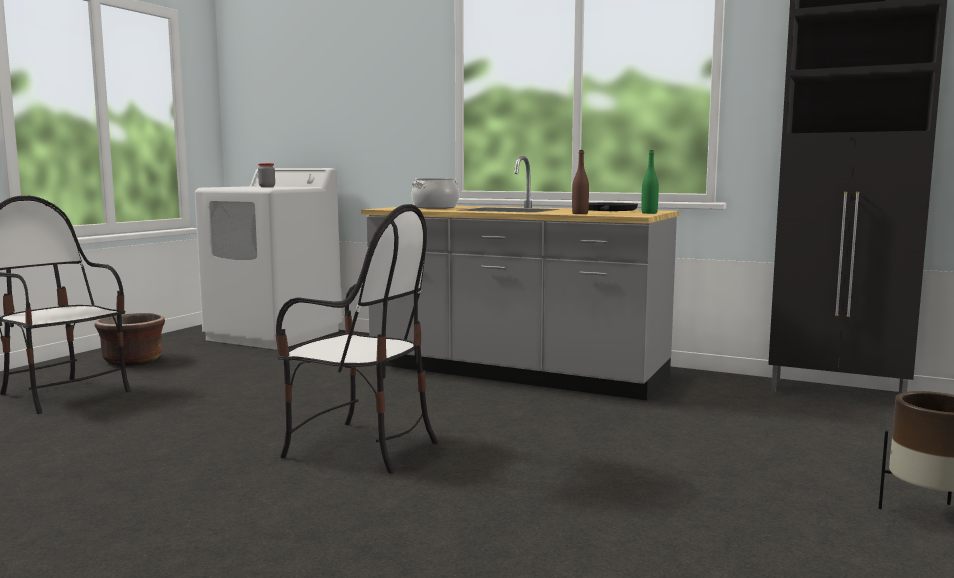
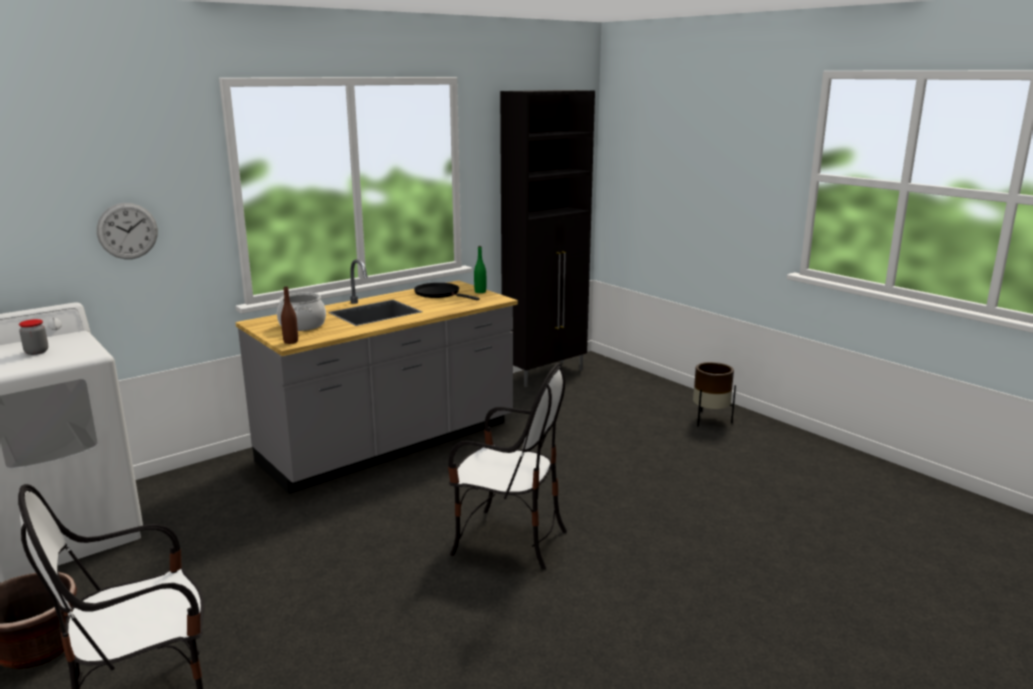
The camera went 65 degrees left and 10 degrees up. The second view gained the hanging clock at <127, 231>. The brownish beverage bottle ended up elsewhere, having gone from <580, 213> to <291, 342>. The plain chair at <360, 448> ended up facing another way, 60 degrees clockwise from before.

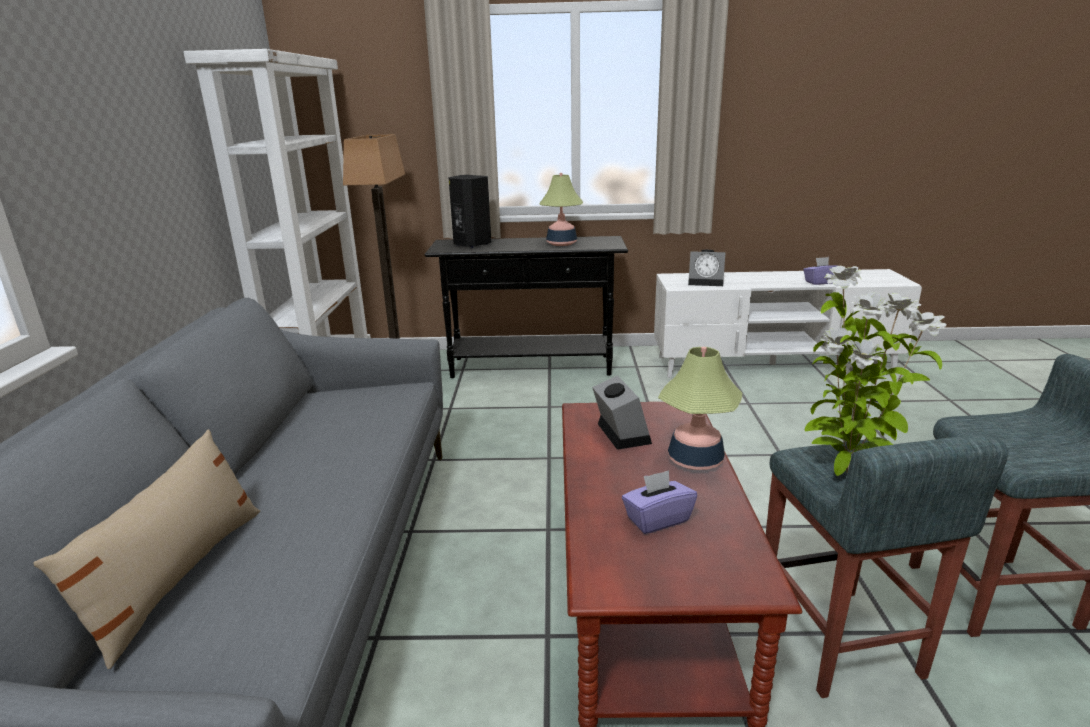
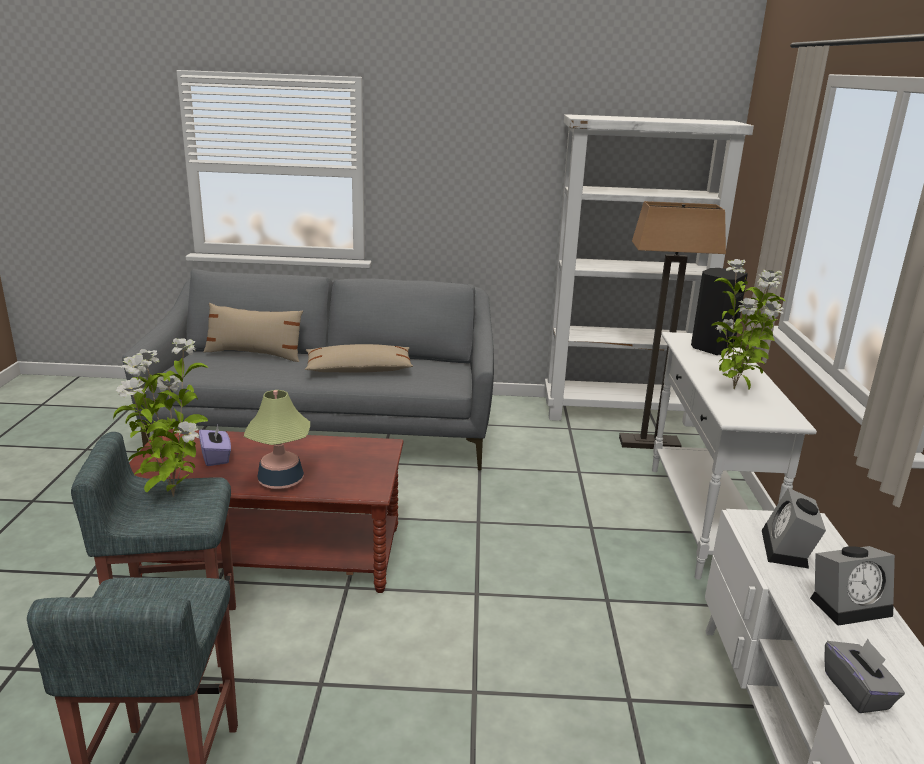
The camera went 90 degrees right and 0 degrees up. The second view gained the sand-coloured pillow at <359, 369>. What was the blackish console table at <532, 367> turned into the white-coloured console table at <703, 520>. Where the tabletop lamp stood at <561, 243>, the plant in a pot came to stand at <735, 389>. The table clock ended up elsewhere, having gone from <620, 433> to <850, 604>. What was the purple-coloured tissue box at <820, 282> turned into the greyish tissue box at <857, 691>.

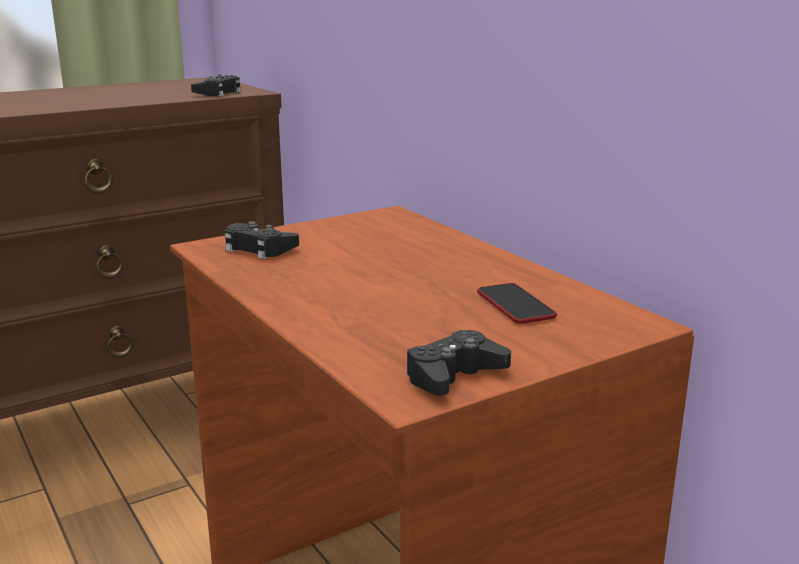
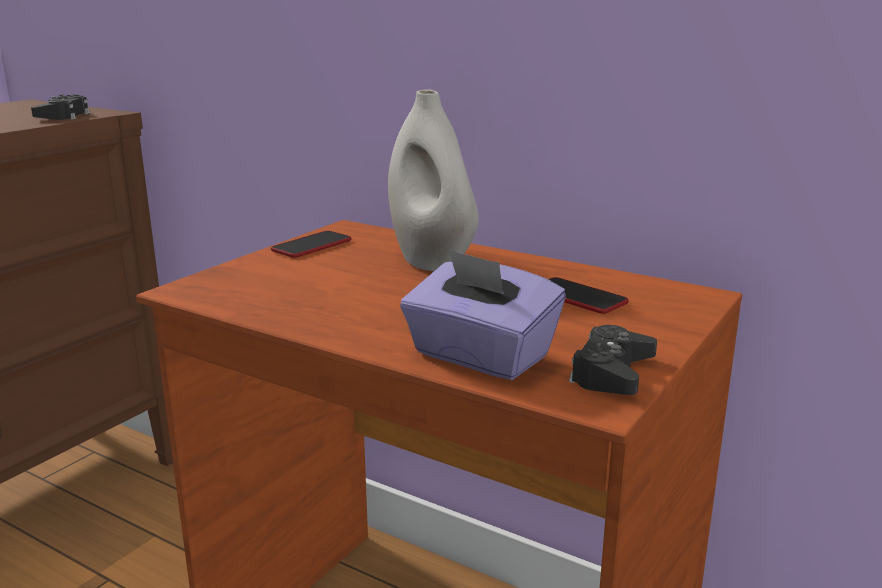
The camera went 25 degrees left and 0 degrees up. The second view gained the handset at <312, 246>. The second view gained the white-coloured flower vase at <432, 260>. The second view gained the purple-coloured tissue box at <479, 357>. The second view lost the blackish gamepad at <259, 248>.

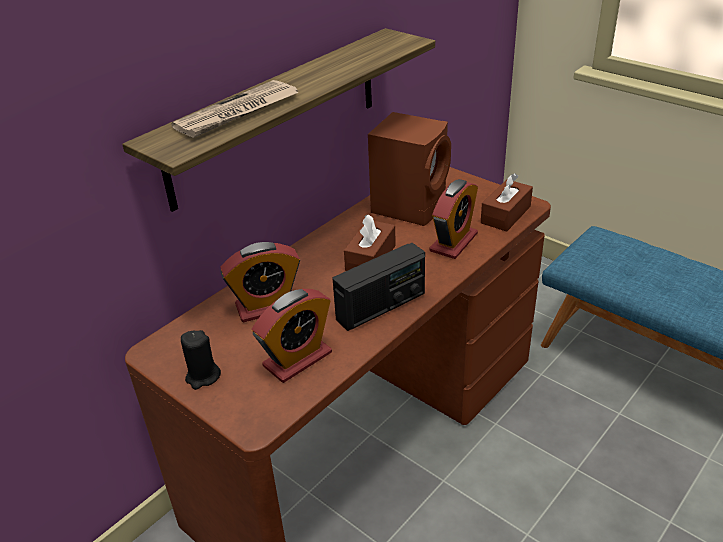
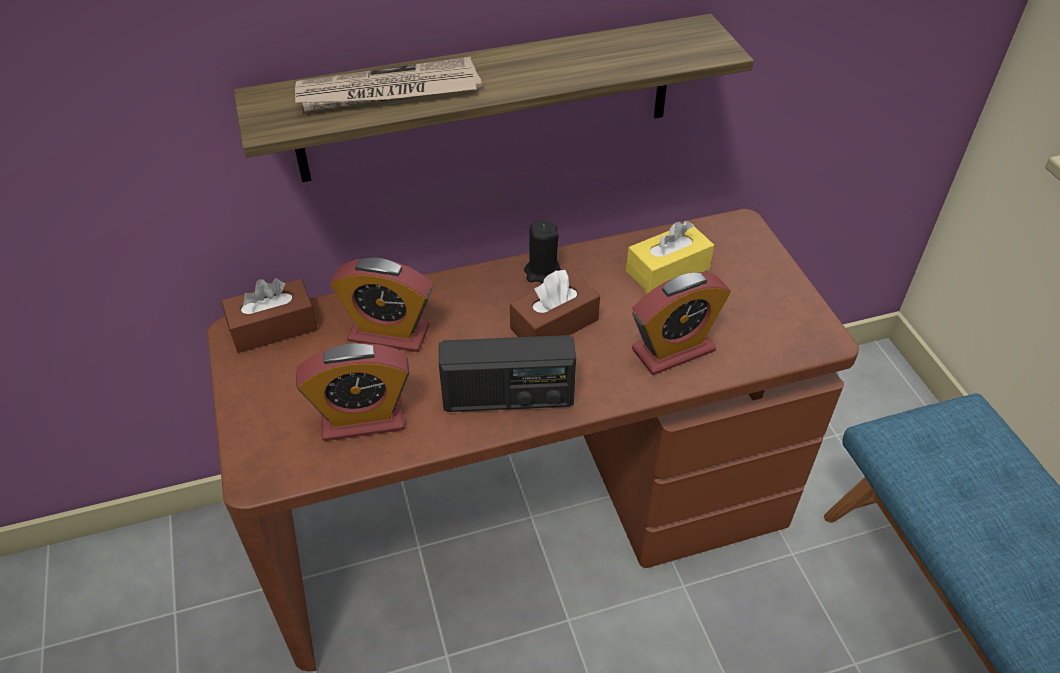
The camera went 30 degrees right and 10 degrees up. The brownish tissue box ended up elsewhere, having gone from <505, 215> to <273, 327>. The blackish wax candle ended up elsewhere, having gone from <203, 376> to <542, 272>. Where the brownish speaker stood at <410, 206>, the yellow tissue box came to stand at <667, 270>.

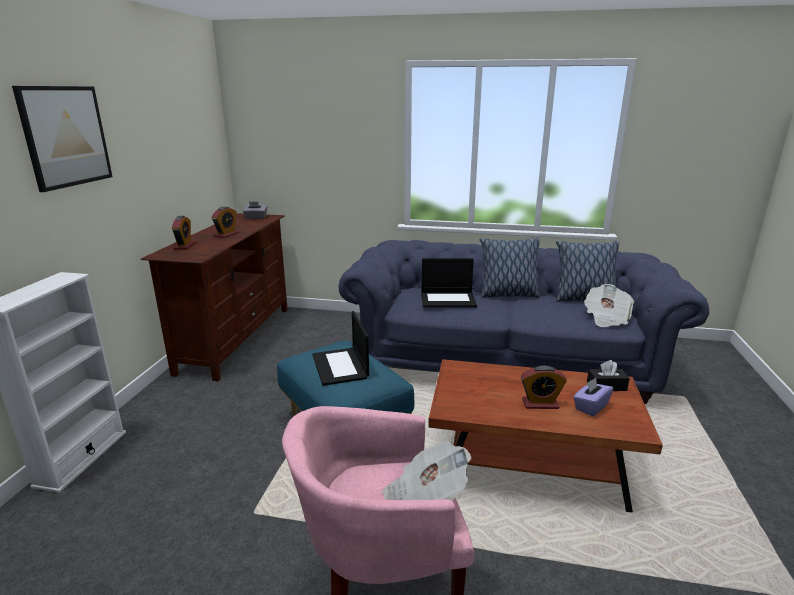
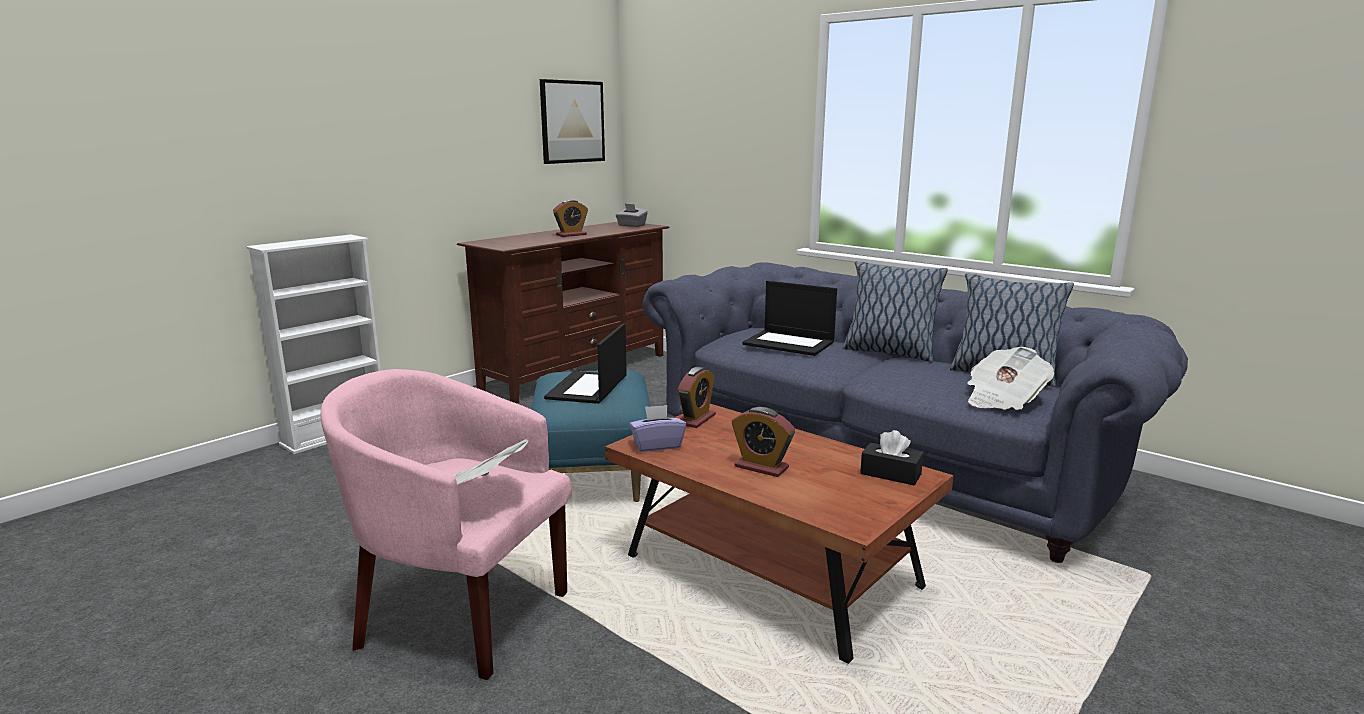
The camera went 30 degrees right and 5 degrees down. The wall art ended up elsewhere, having gone from <65, 136> to <572, 122>. The purple-coloured tissue box ended up elsewhere, having gone from <590, 407> to <657, 445>. The table clock ended up elsewhere, having gone from <184, 246> to <696, 419>.

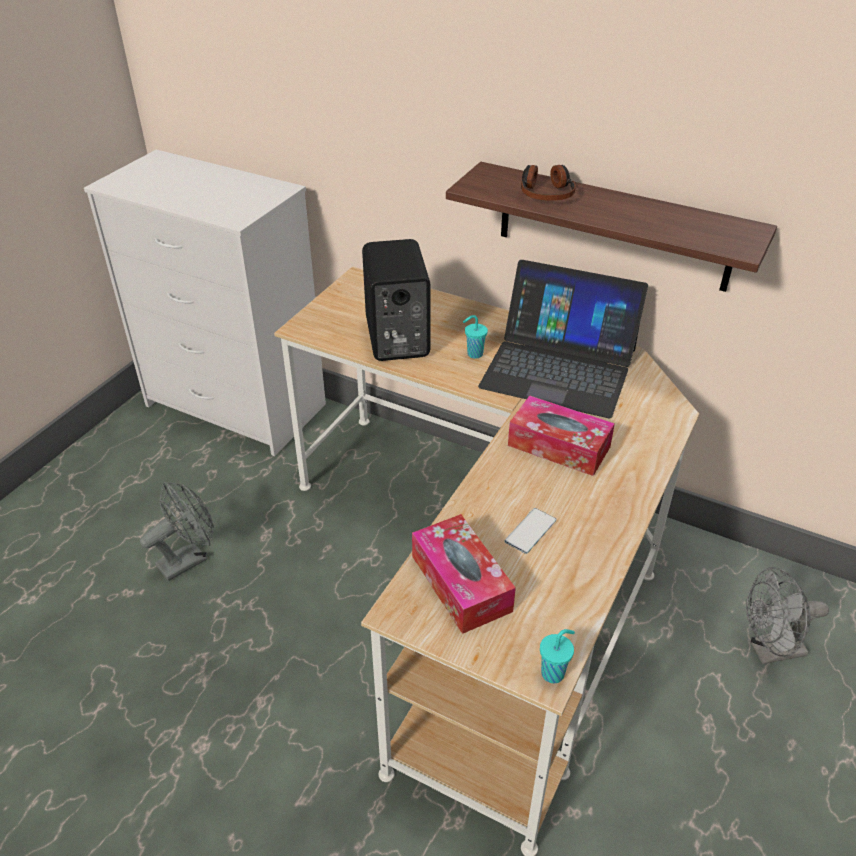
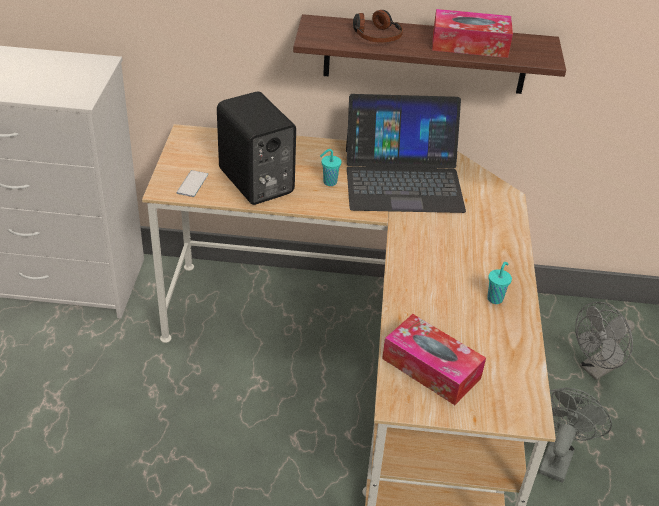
The camera went 25 degrees left and 0 degrees up. The handset ended up elsewhere, having gone from <530, 531> to <192, 184>. The tissue box ended up elsewhere, having gone from <559, 446> to <469, 45>. The turquoise drinking cup ended up elsewhere, having gone from <554, 673> to <495, 298>. The greyish cooling fan ended up elsewhere, having gone from <188, 559> to <557, 457>.

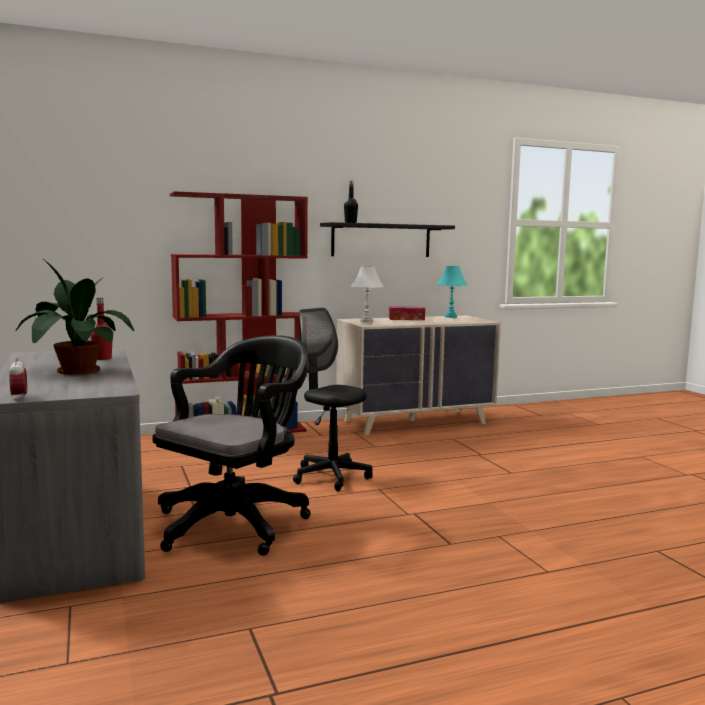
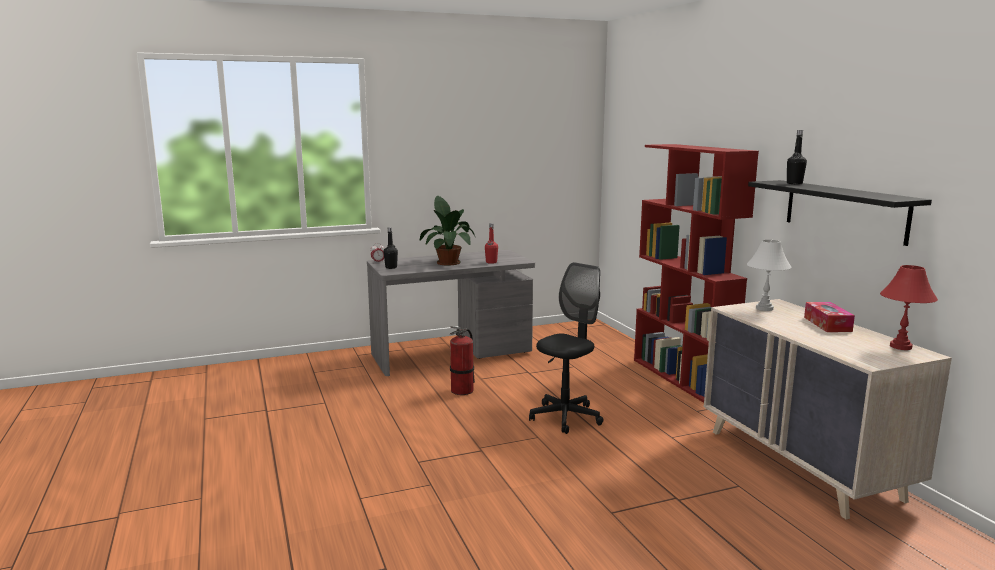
The camera went 90 degrees right and 5 degrees up. The second view gained the blackish beverage bottle at <391, 267>. Where the blackish computer chair stood at <237, 522>, the fire extinguisher came to stand at <462, 390>. What was the turquoise tabletop lamp at <451, 317> turned into the reddish tabletop lamp at <901, 347>.

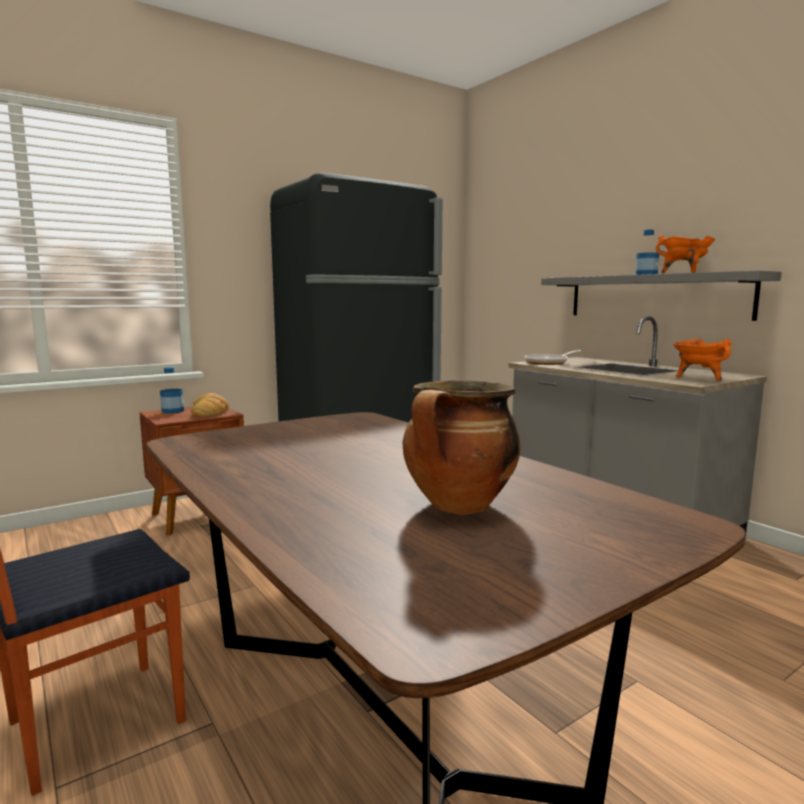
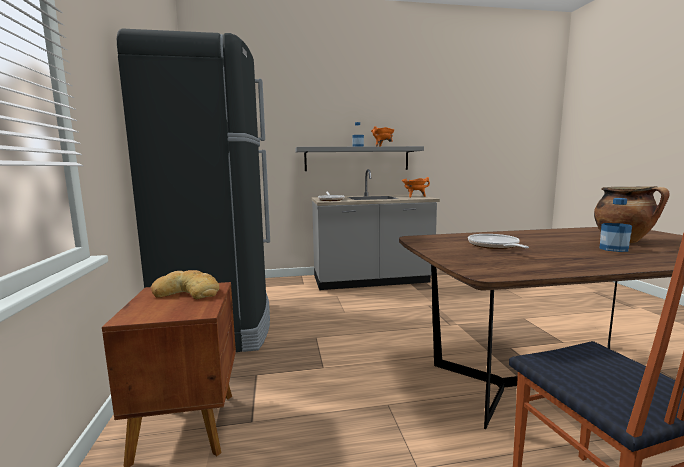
The camera went 65 degrees left and 0 degrees up. The second view gained the frying pan at <494, 246>. The beverage bottle ended up elsewhere, having gone from <173, 411> to <613, 249>.

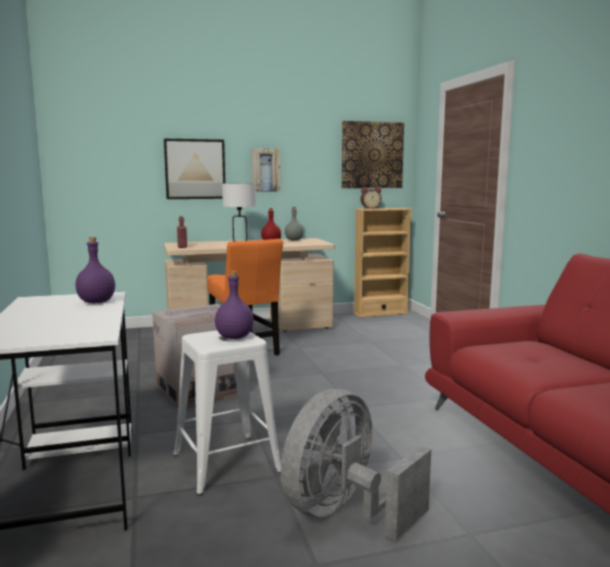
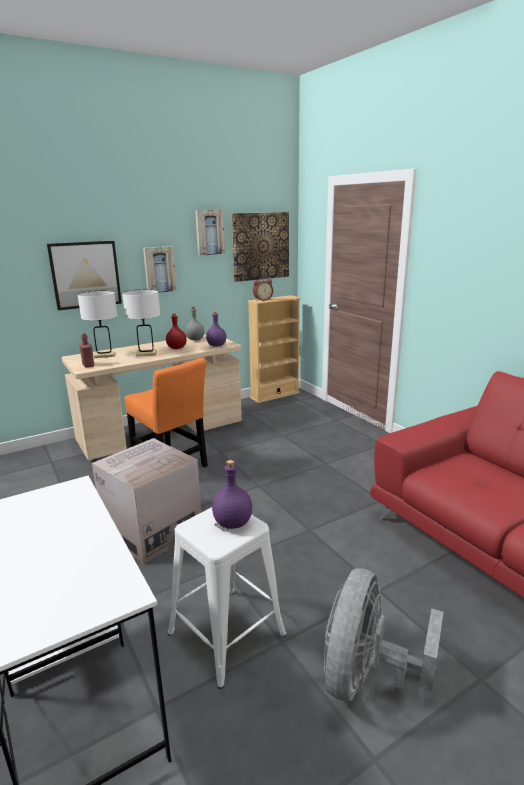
The camera went 15 degrees left and 10 degrees up. The second view gained the white-coloured tabletop lamp at <104, 355>. The second view gained the wall art at <209, 232>. The purple-coloured beverage bottle ended up elsewhere, having gone from <97, 302> to <217, 345>.

